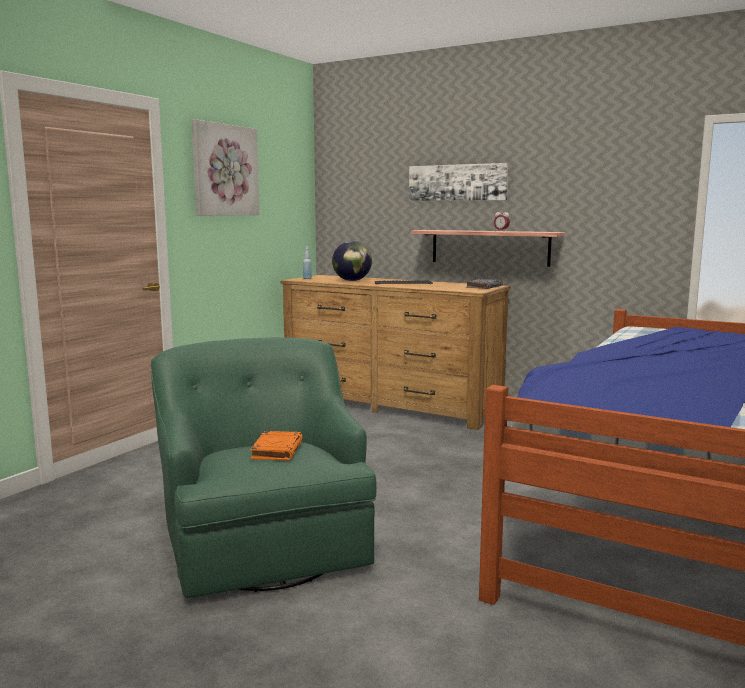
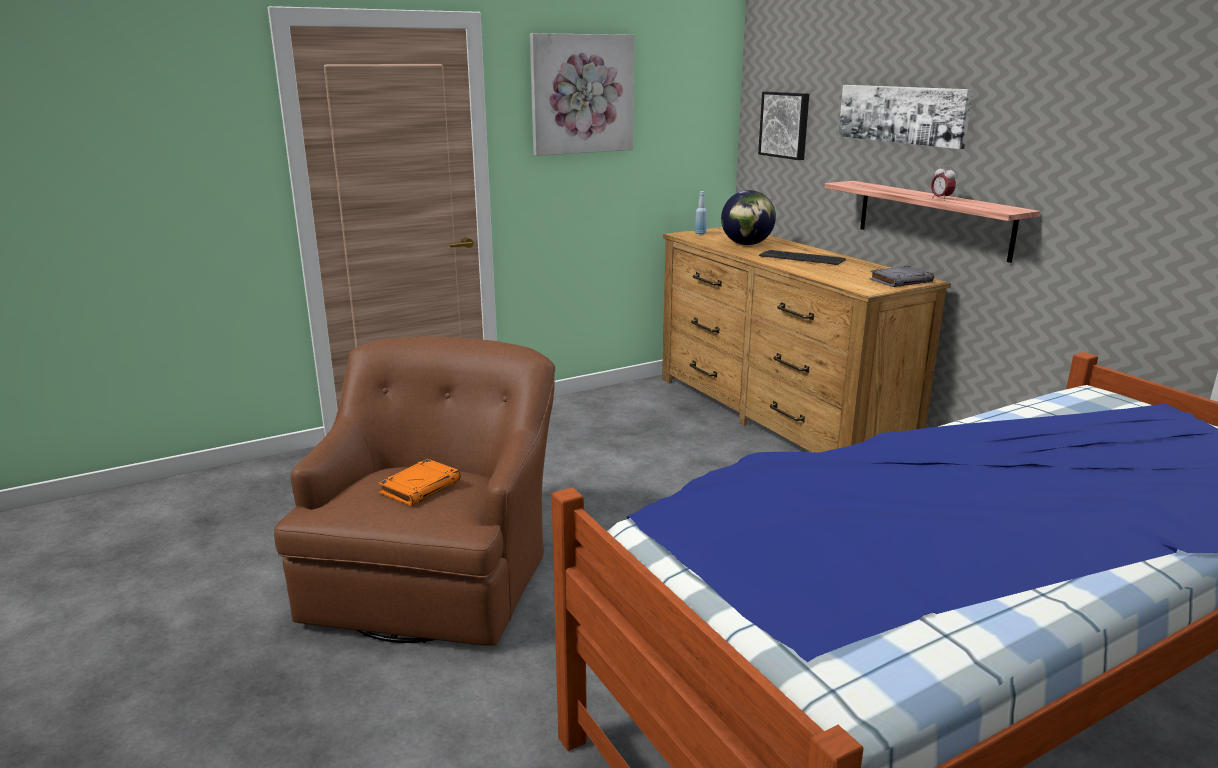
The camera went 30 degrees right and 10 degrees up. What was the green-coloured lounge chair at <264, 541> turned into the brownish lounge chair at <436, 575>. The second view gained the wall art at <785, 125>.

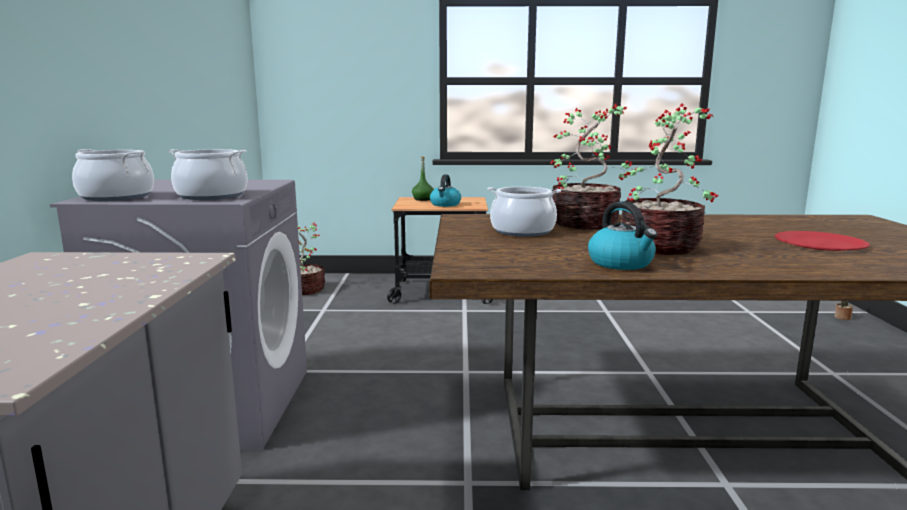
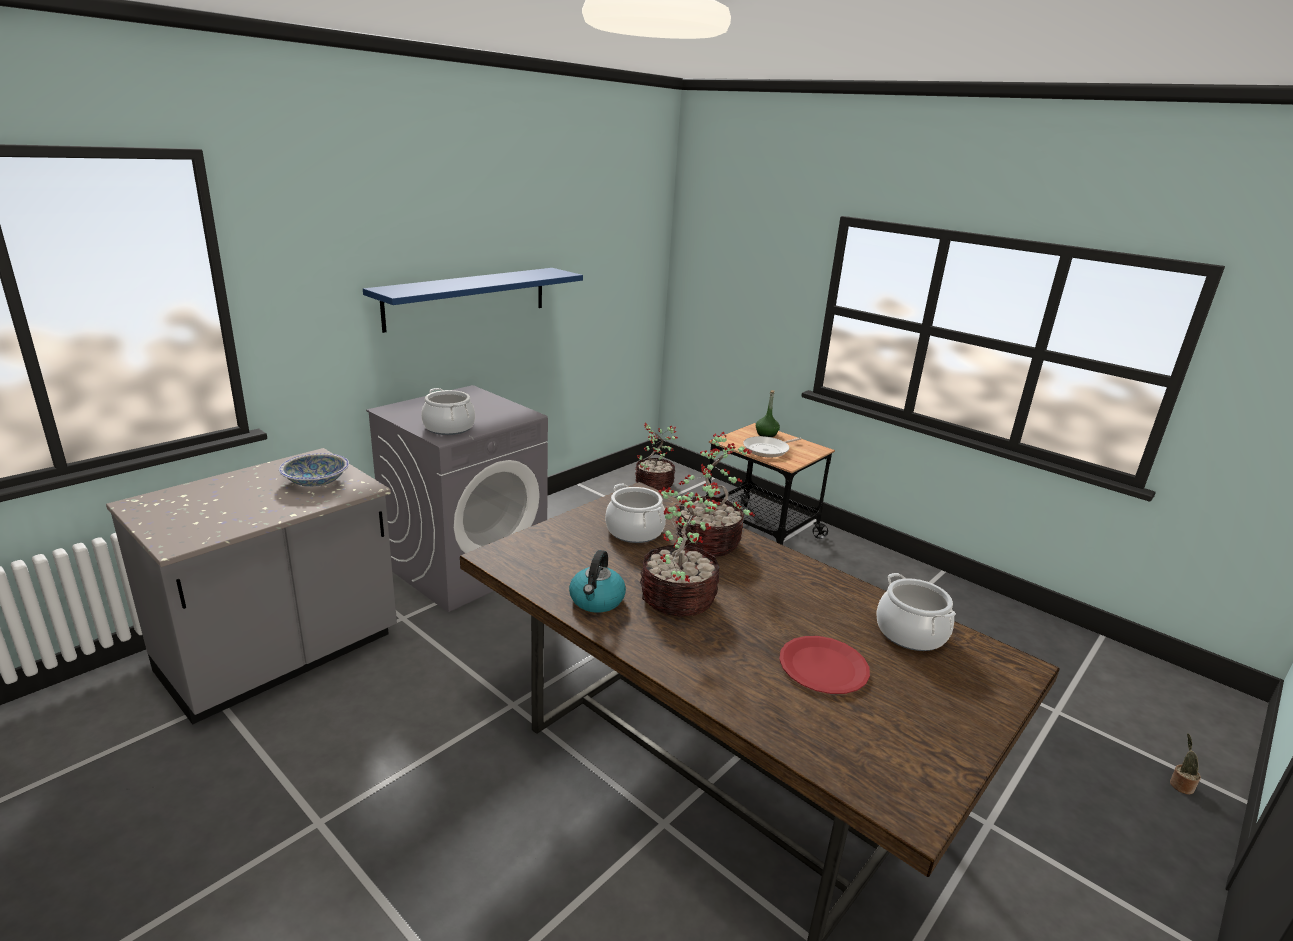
The camera went 40 degrees right and 10 degrees up. The second view gained the serving bowl at <316, 481>. The second view gained the bluish bracket shelf at <467, 298>. Where the tea kettle stood at <445, 204>, the frying pan came to stand at <768, 450>. The saucepot ended up elsewhere, having gone from <117, 197> to <910, 633>.

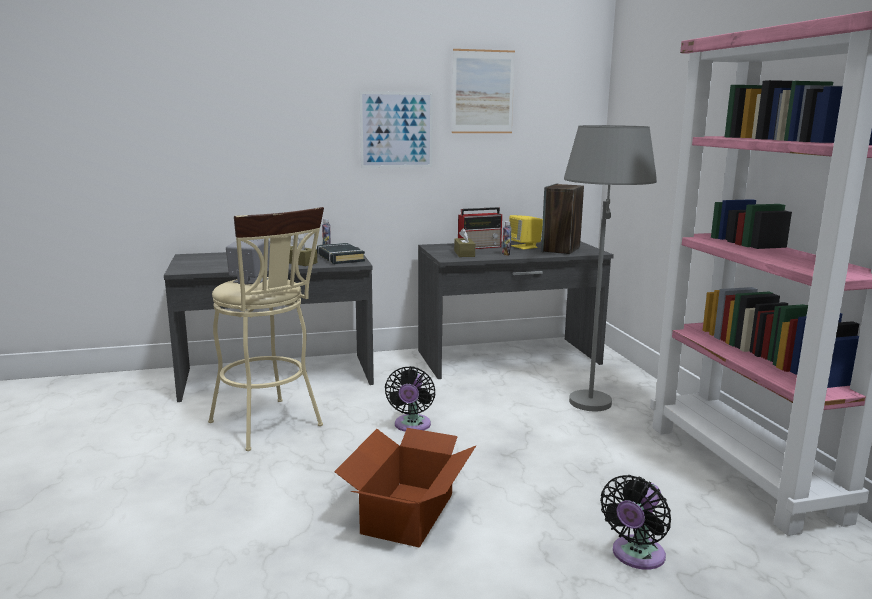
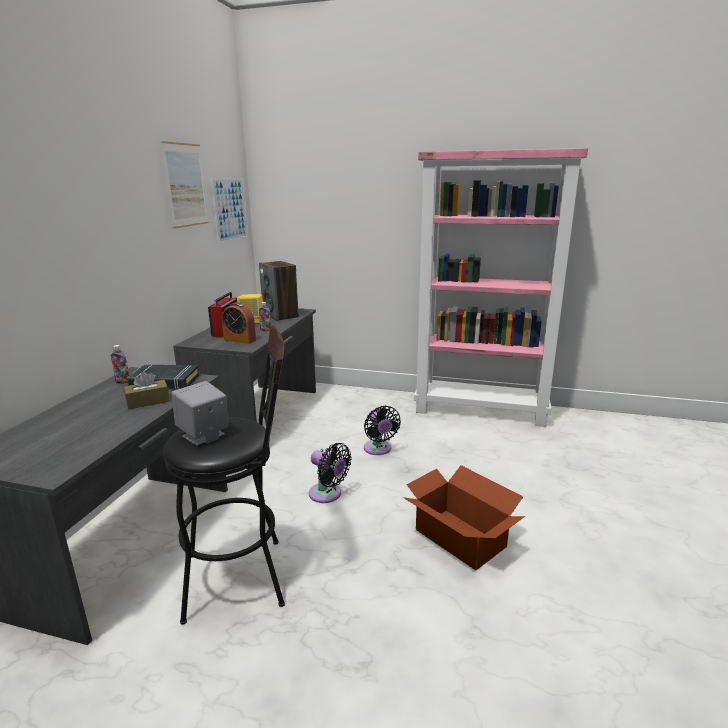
The camera went 60 degrees left and 5 degrees up. What was the sand-coloured stool seat at <270, 426> turned into the blackish stool seat at <245, 576>. The wall art ended up elsewhere, having gone from <396, 130> to <230, 209>. Where the brownish tissue box stood at <464, 254>, the table clock came to stand at <240, 340>. The blackish cooling fan ended up elsewhere, having gone from <636, 556> to <378, 449>. The second view lost the greyish standing lamp at <593, 394>.

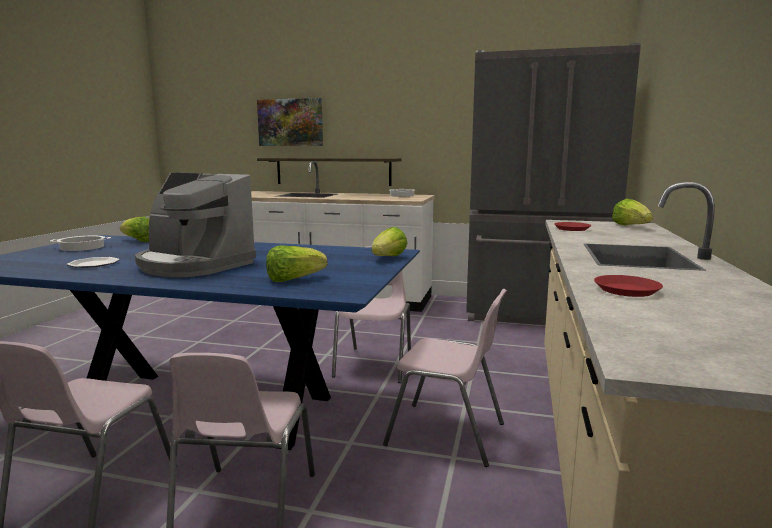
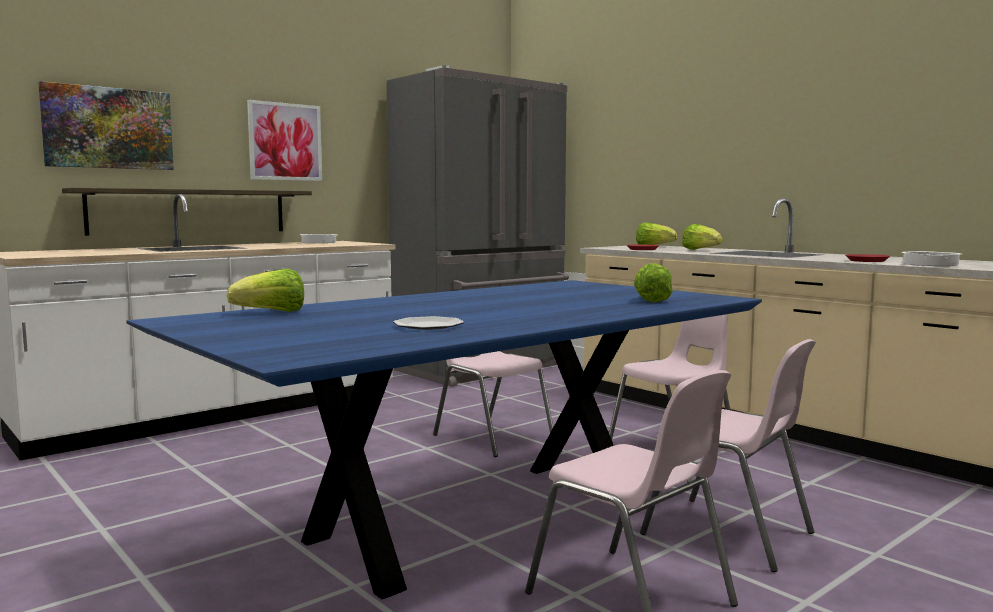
The camera went 55 degrees left and 5 degrees down. The second view gained the wall art at <285, 142>. The lettuce ended up elsewhere, having gone from <388, 258> to <701, 250>. The saucepot ended up elsewhere, having gone from <82, 247> to <929, 264>. The second view lost the coffee maker at <194, 265>.

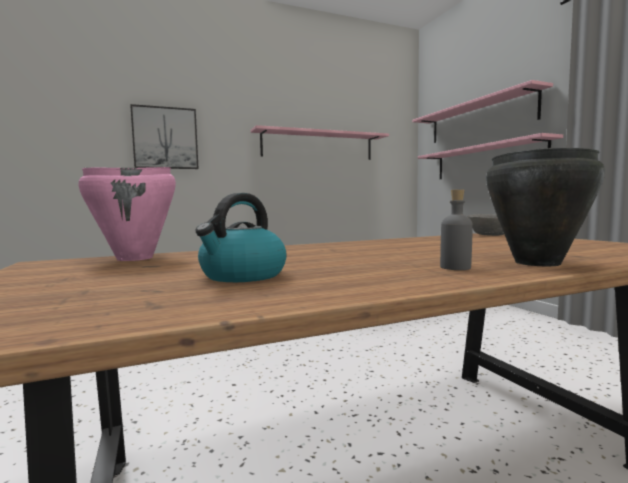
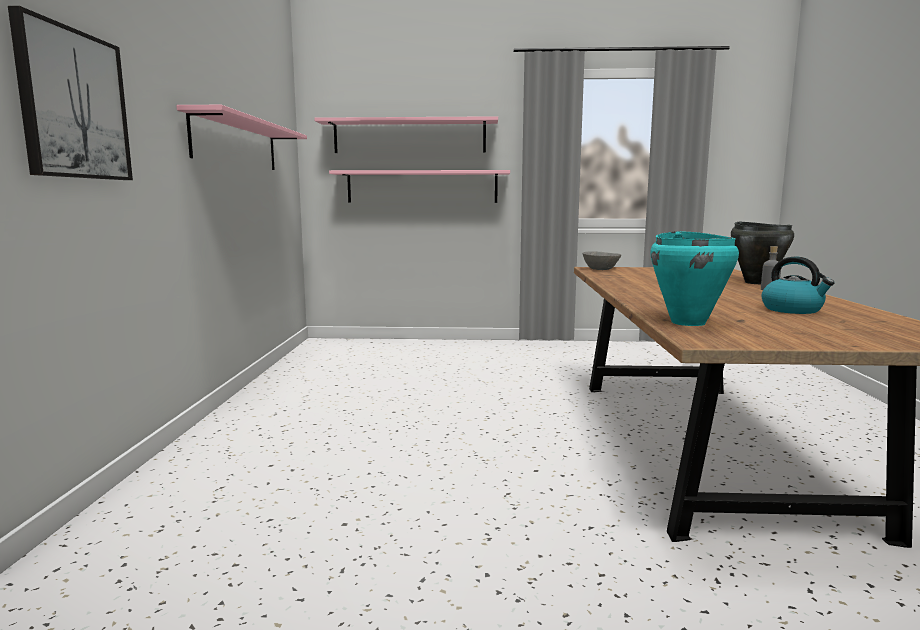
The camera went 65 degrees left and 5 degrees up. What was the pink saucepot at <135, 258> turned into the turquoise saucepot at <688, 322>.

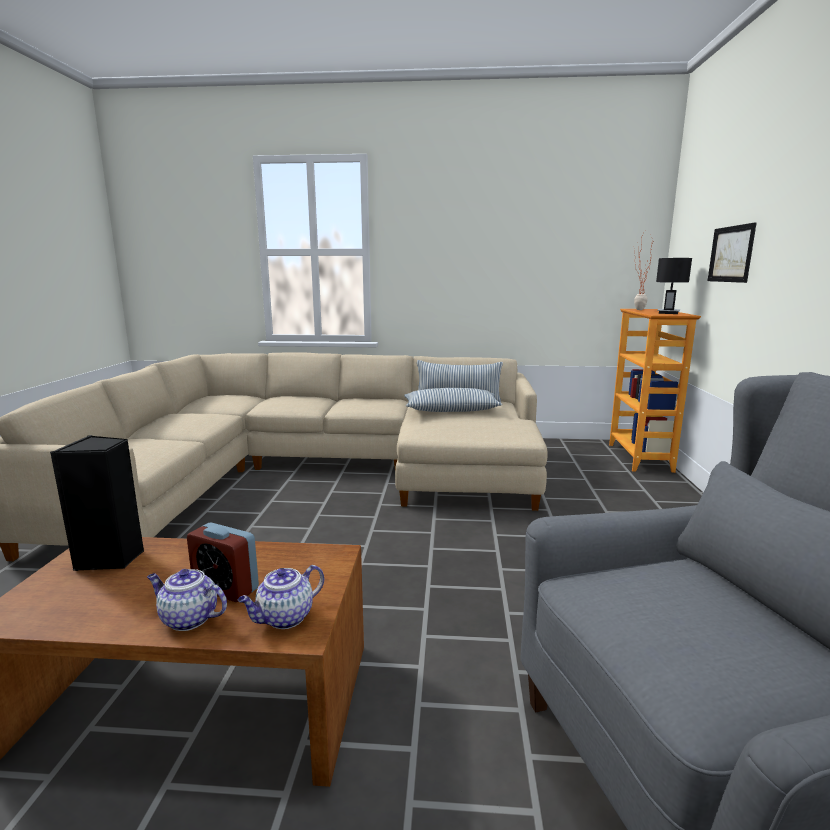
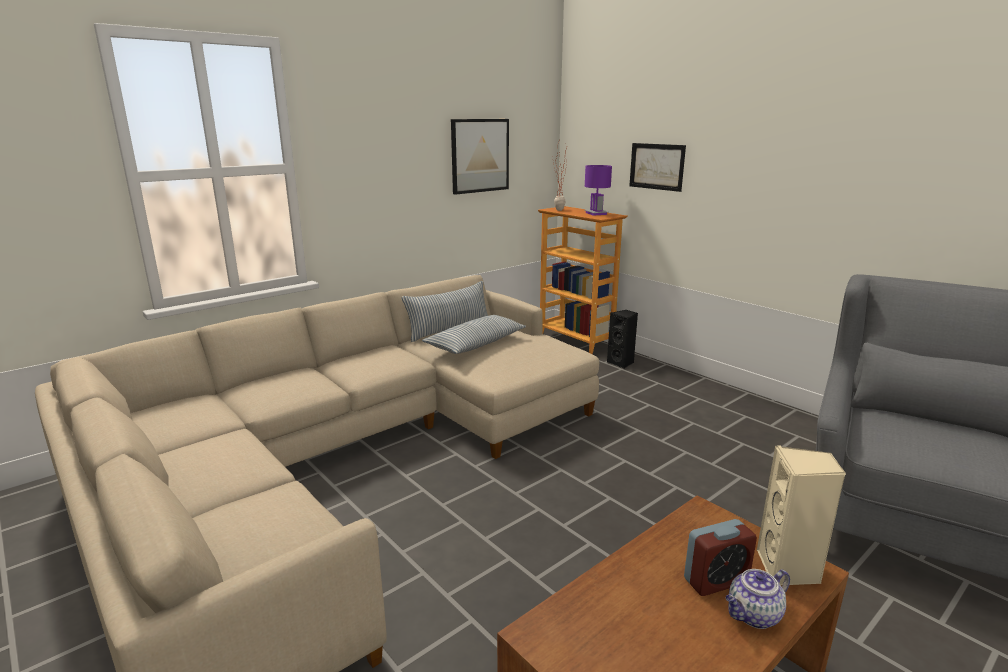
The camera went 45 degrees left and 5 degrees up. The second view gained the wall art at <480, 155>. What was the blackish tabletop lamp at <668, 313> turned into the purple-coloured tabletop lamp at <596, 213>. The blackish speaker ended up elsewhere, having gone from <111, 558> to <621, 363>. Where the teapot stood at <284, 618>, the sand-coloured speaker came to stand at <788, 570>.

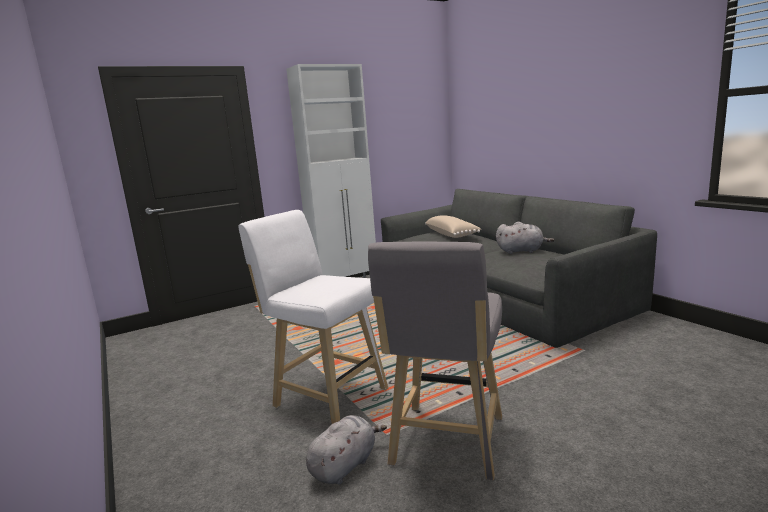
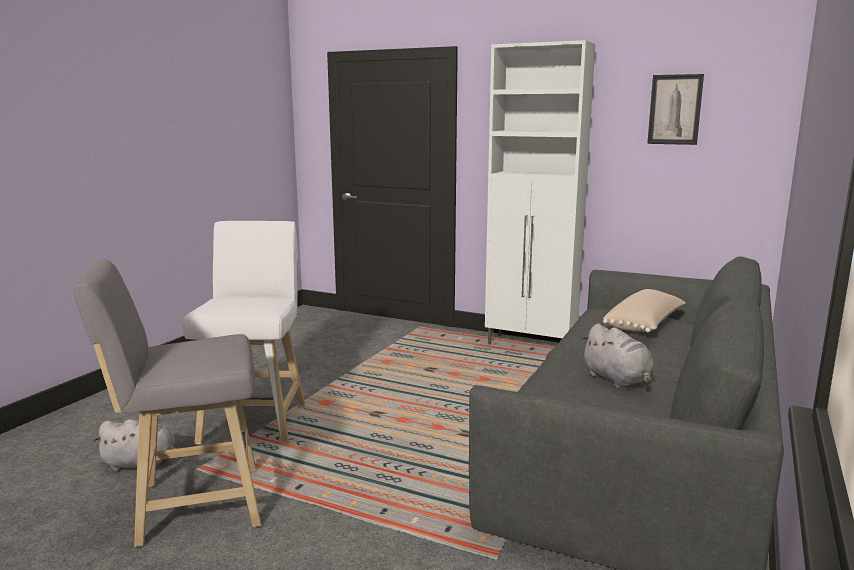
The camera went 55 degrees right and 0 degrees up. The second view gained the wall art at <675, 109>.

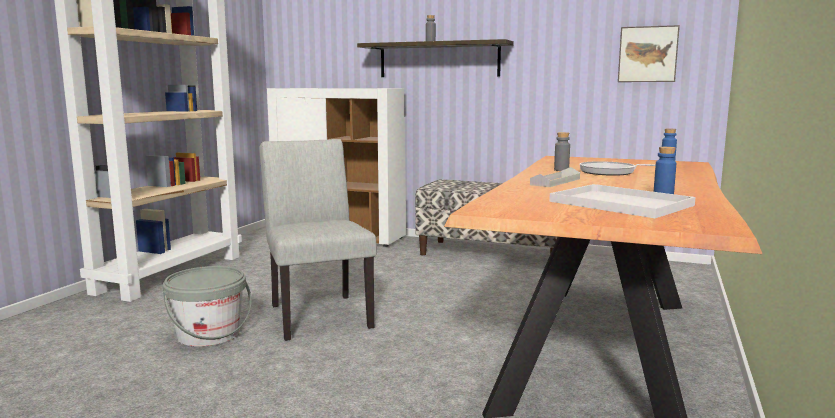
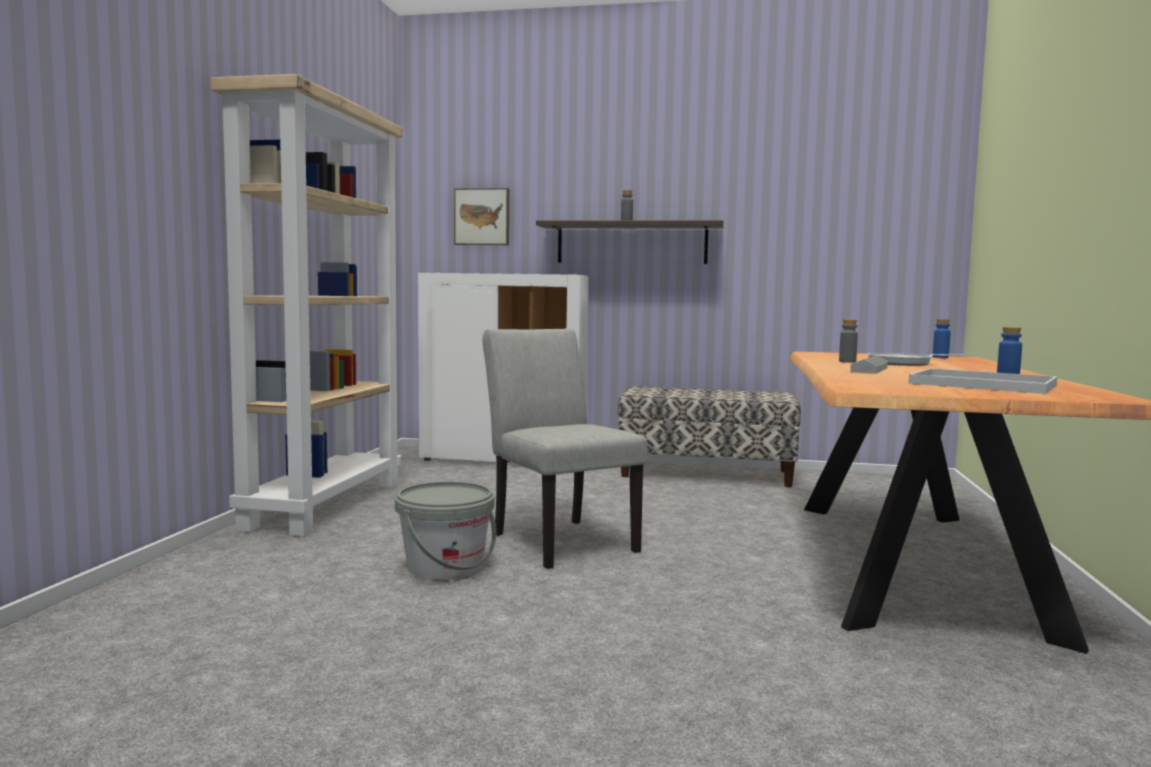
The camera went 10 degrees left and 5 degrees down. The wall art ended up elsewhere, having gone from <648, 54> to <482, 217>.

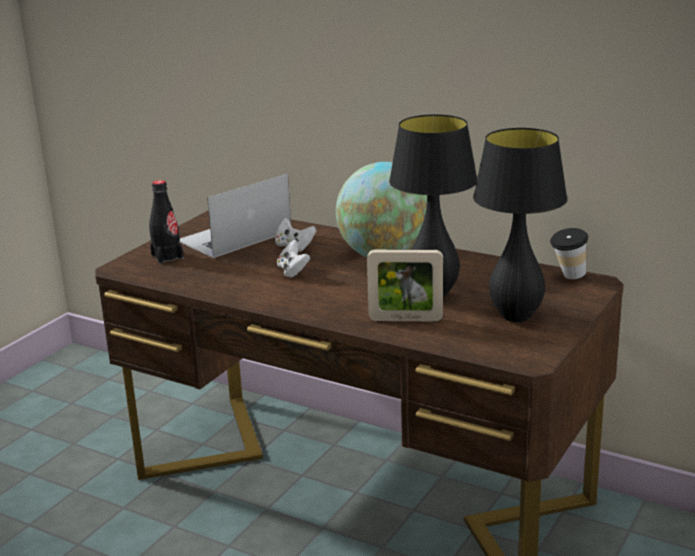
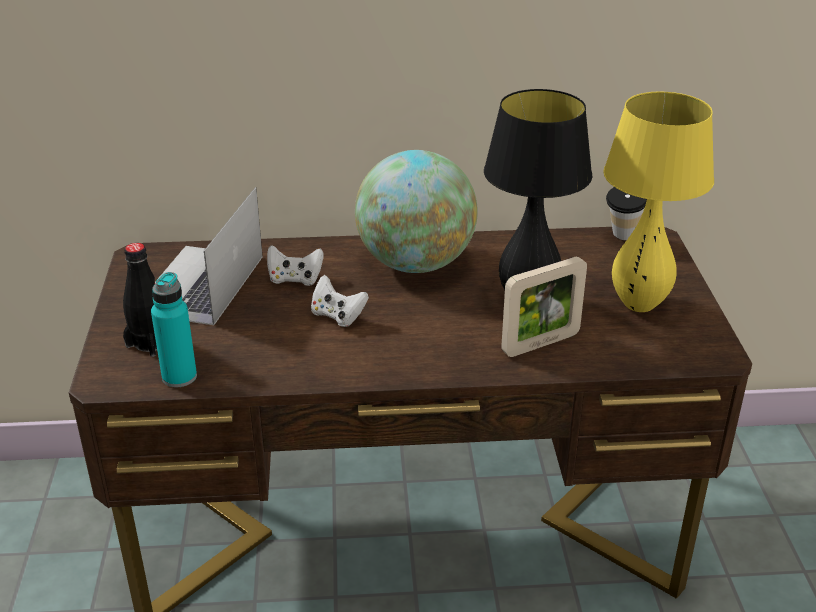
The camera went 35 degrees left and 10 degrees up. The second view gained the turquoise beverage bottle at <179, 377>. What was the blackish tabletop lamp at <516, 317> turned into the yellow tabletop lamp at <638, 304>.

